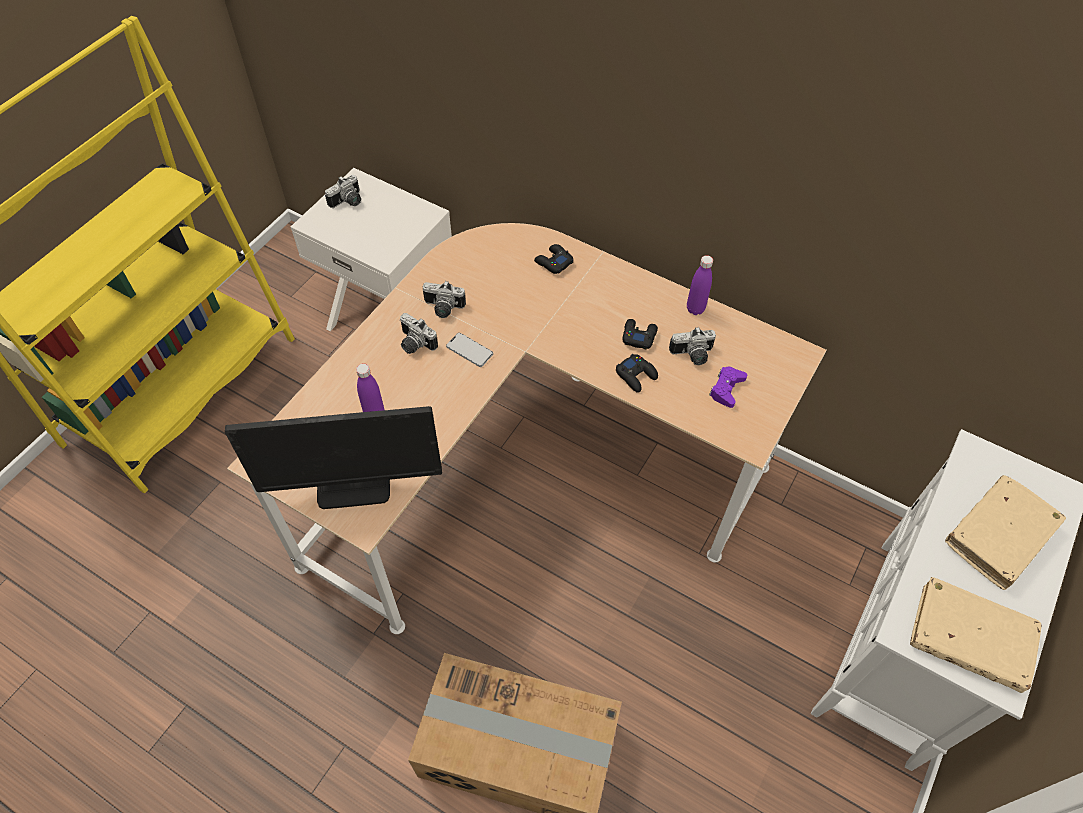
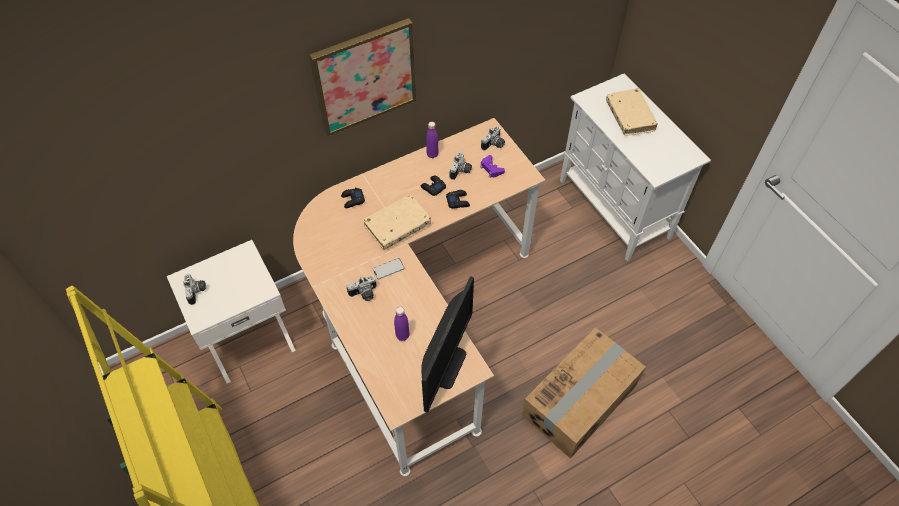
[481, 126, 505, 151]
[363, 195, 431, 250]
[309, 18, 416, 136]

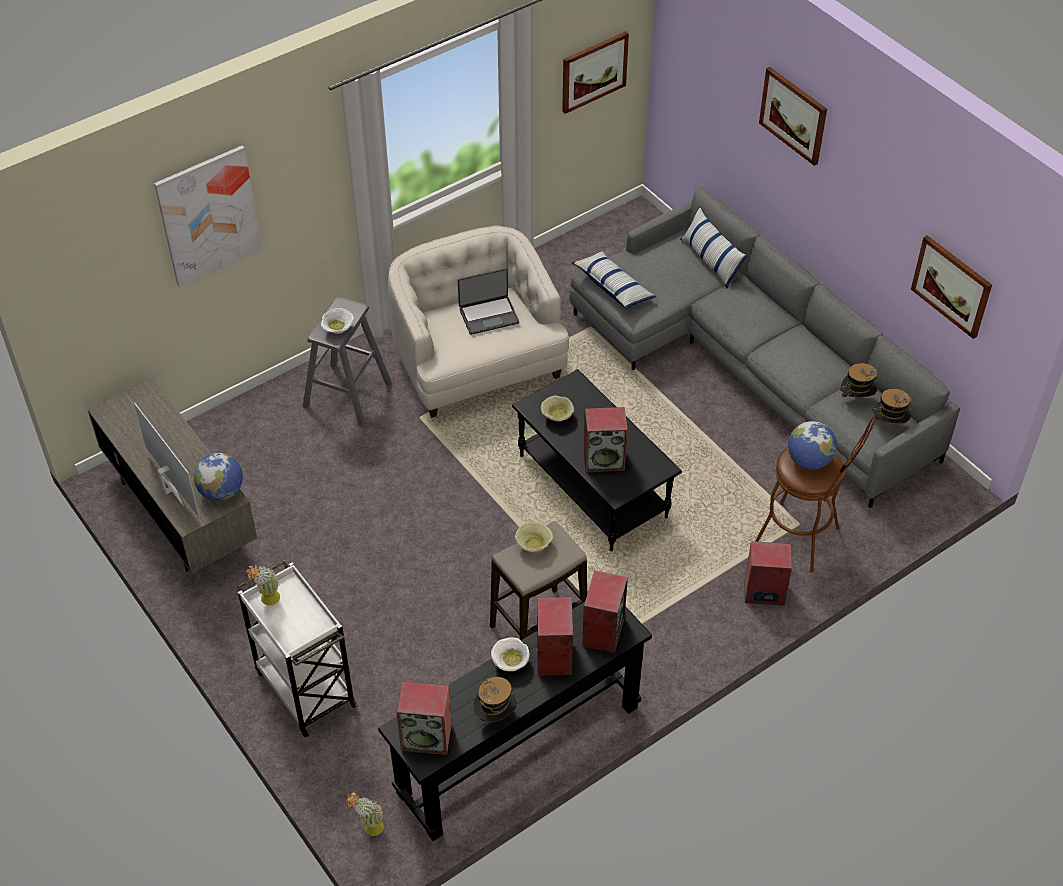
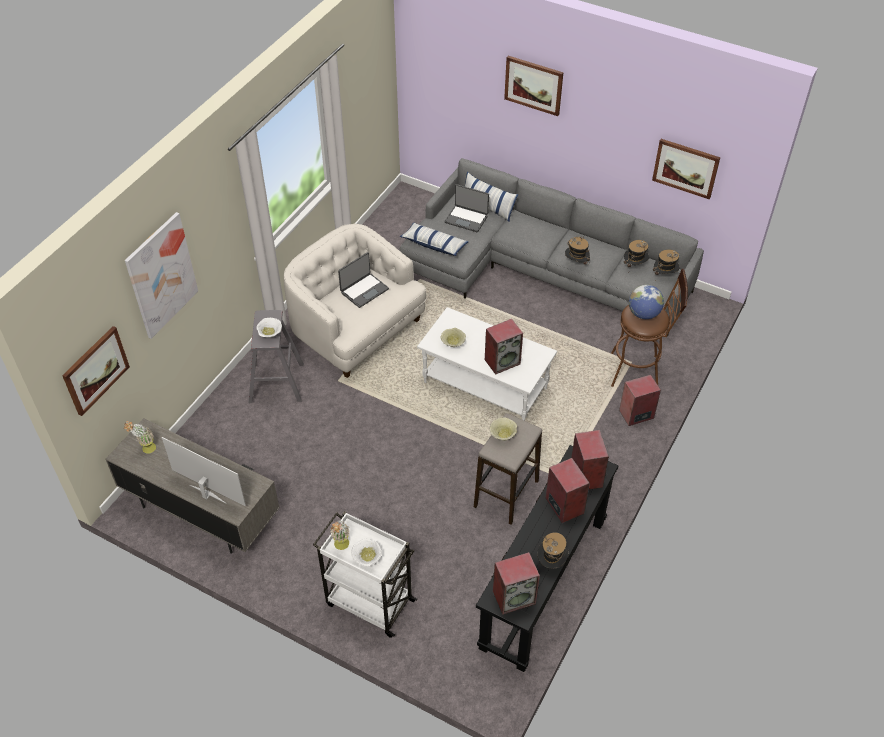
[62, 326, 130, 416]
[417, 307, 557, 421]
[194, 453, 243, 501] (first image)
[351, 539, 382, 566]
[124, 421, 156, 454]
[444, 184, 489, 232]
[565, 236, 590, 265]

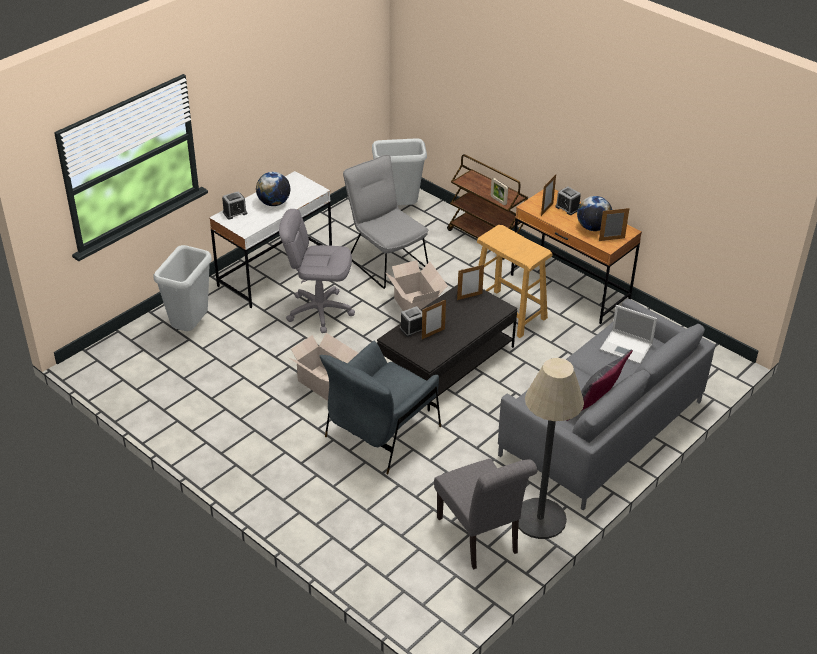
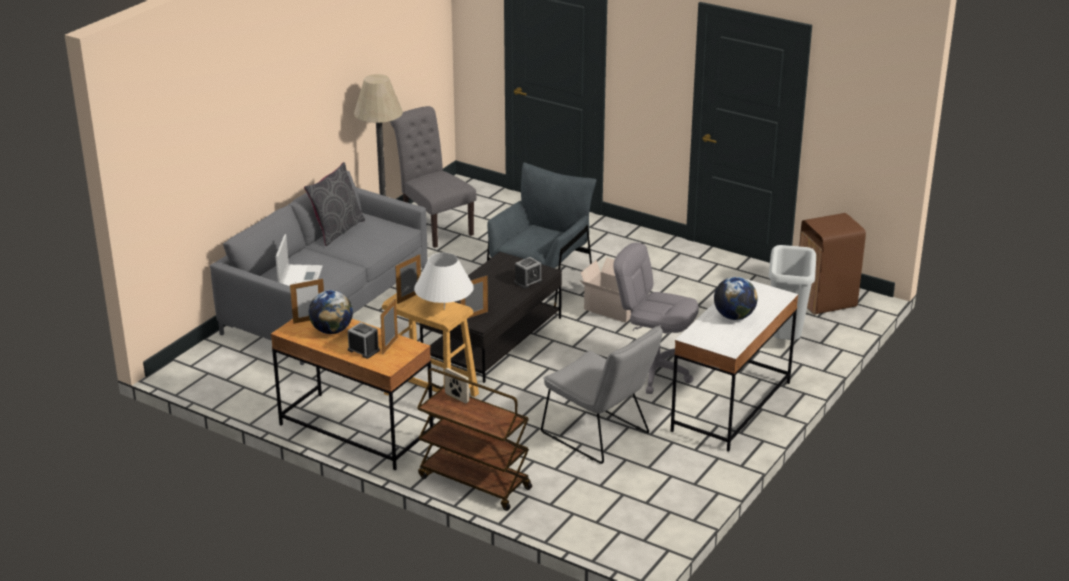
[372, 138, 427, 205] (first image)
[222, 191, 247, 220] (first image)
[613, 243, 699, 394]
[385, 260, 448, 311] (first image)
[395, 254, 421, 304]
[275, 234, 323, 286]
[799, 213, 866, 315]
[414, 253, 474, 310]

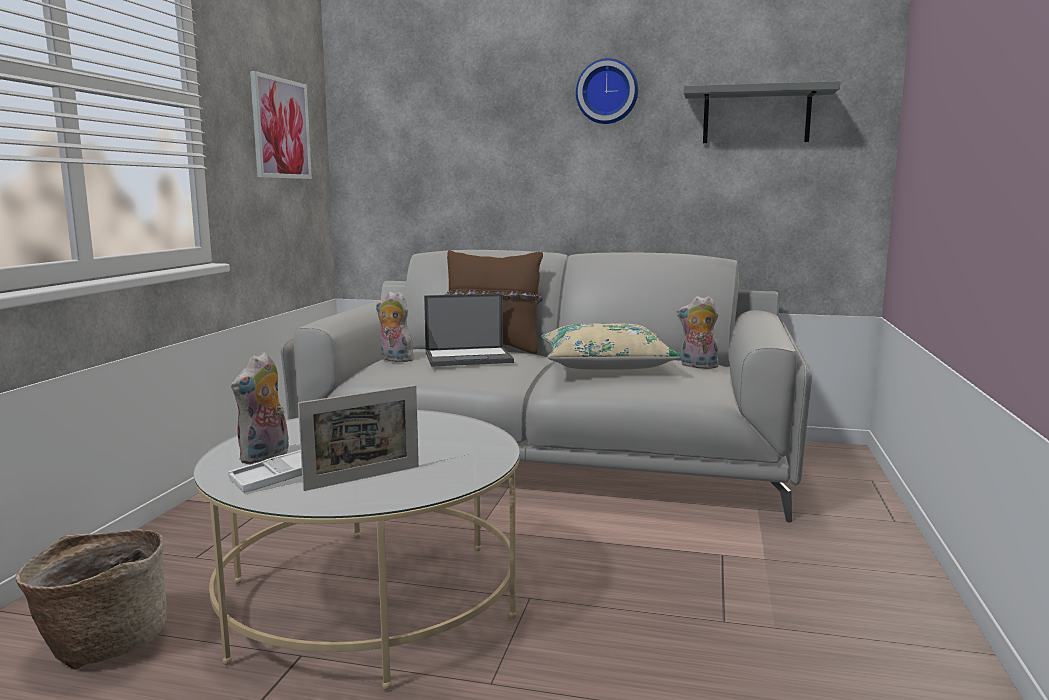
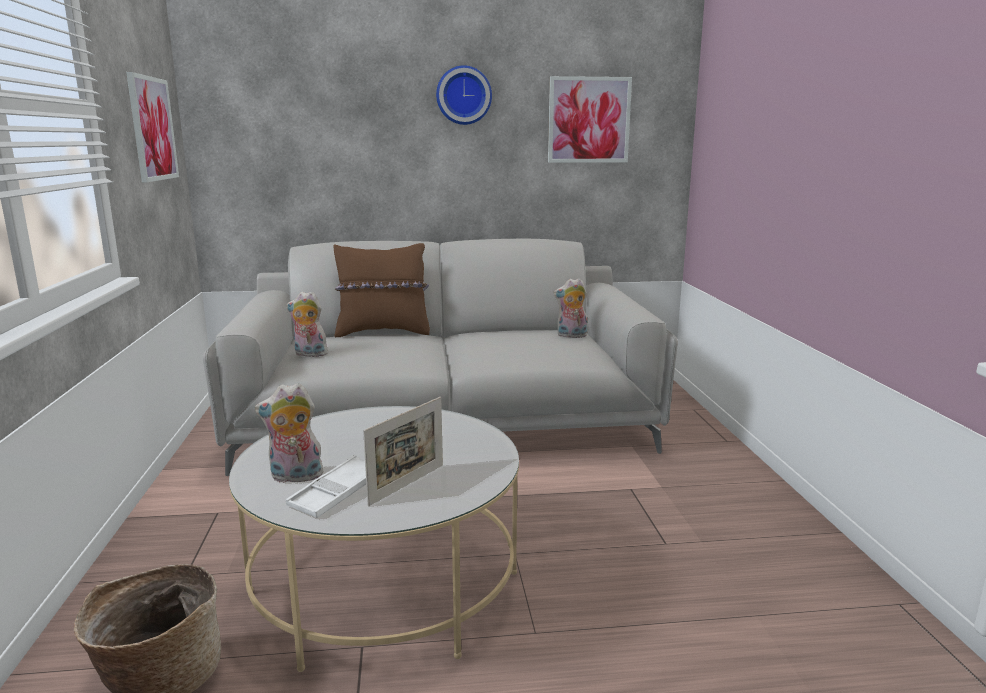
[548, 76, 632, 163]
[424, 293, 514, 367] (first image)
[541, 324, 682, 370] (first image)
[255, 383, 325, 483]

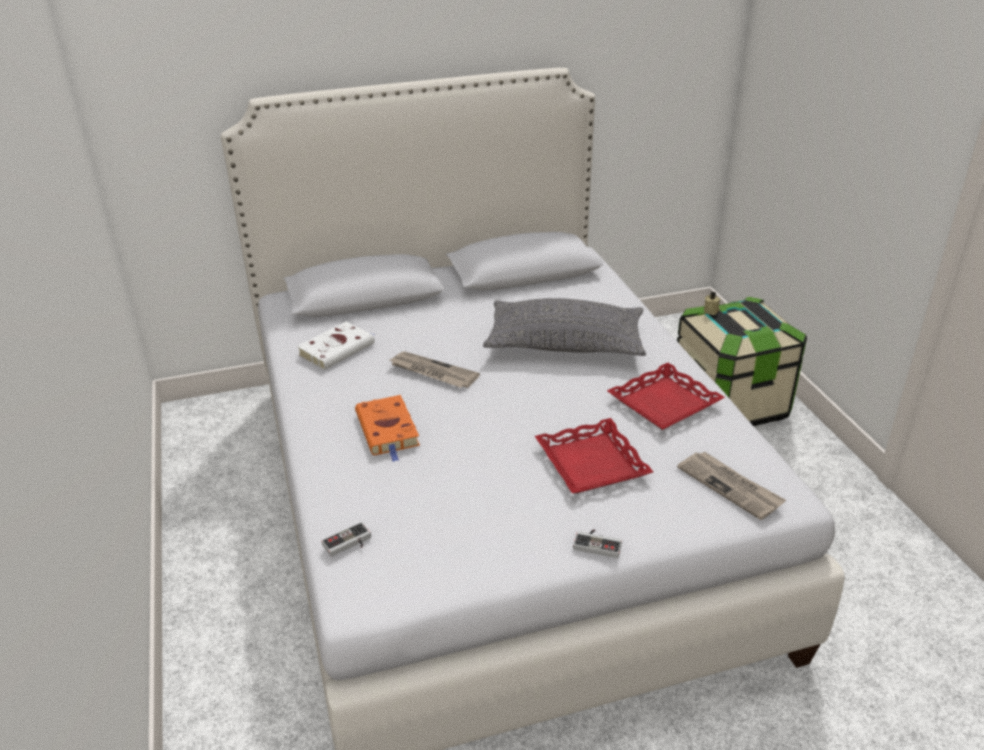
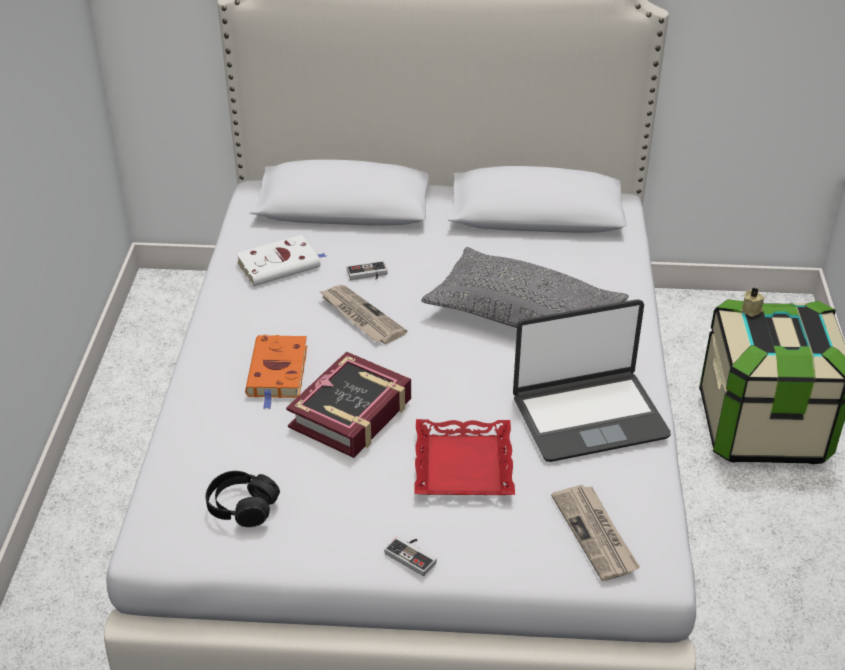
[513, 299, 671, 462]
[347, 261, 387, 280]
[286, 352, 411, 458]
[206, 471, 280, 527]

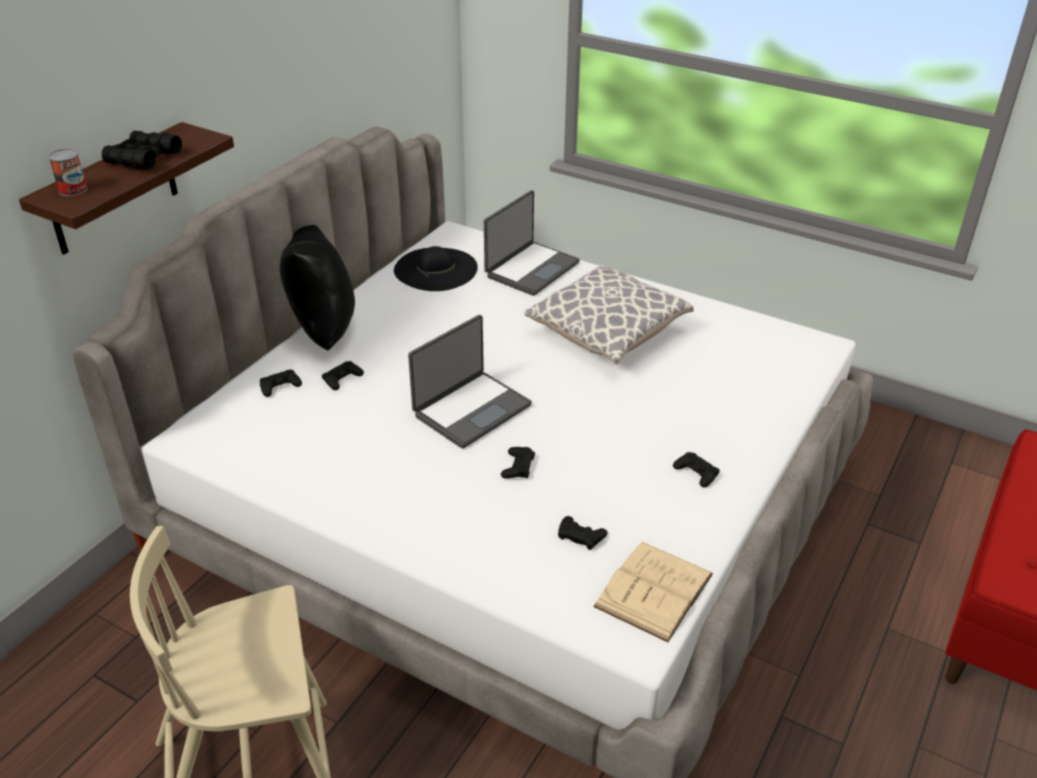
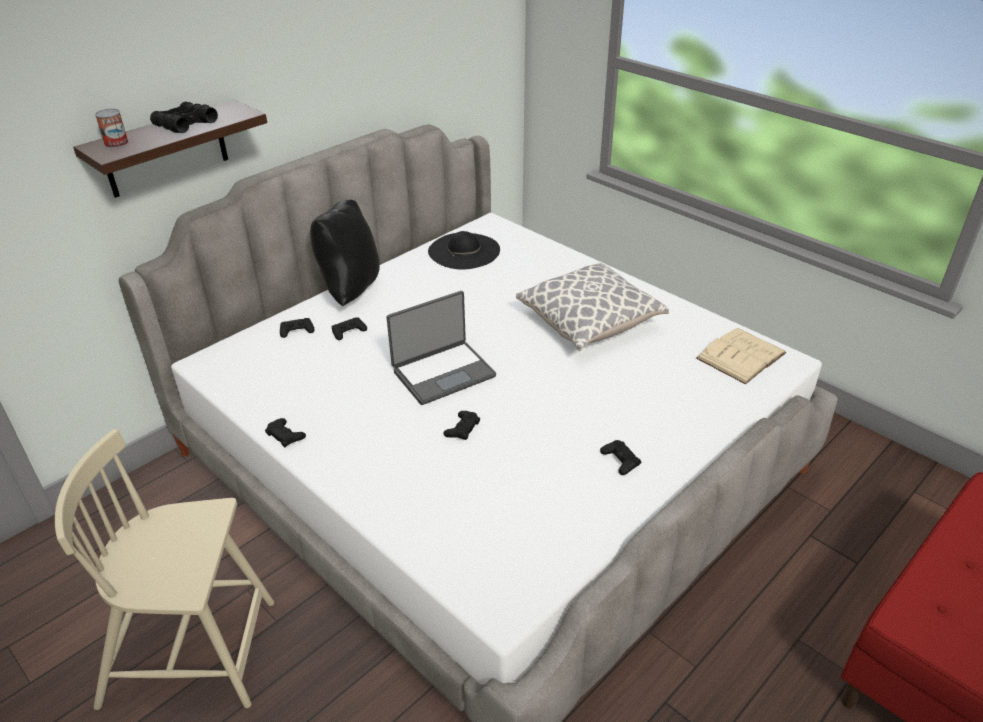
[484, 190, 580, 296] (first image)
[265, 418, 306, 447]
[696, 328, 787, 384]

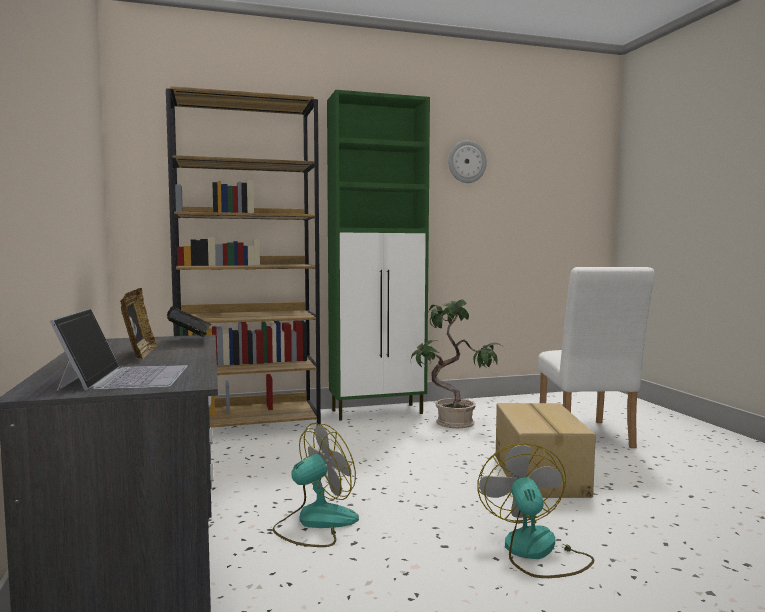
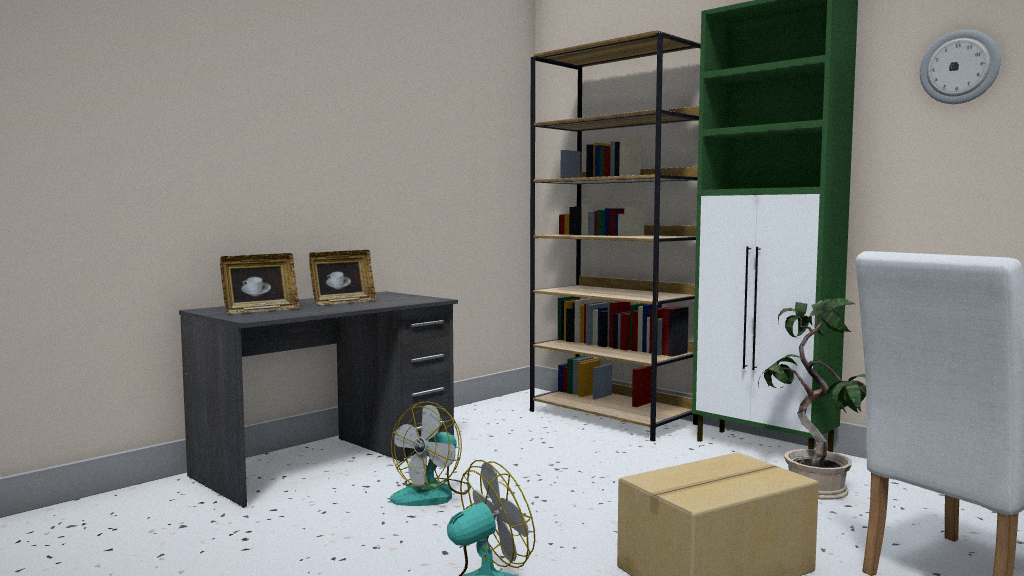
[167, 307, 212, 337] (first image)
[220, 253, 300, 314]
[390, 401, 471, 506]

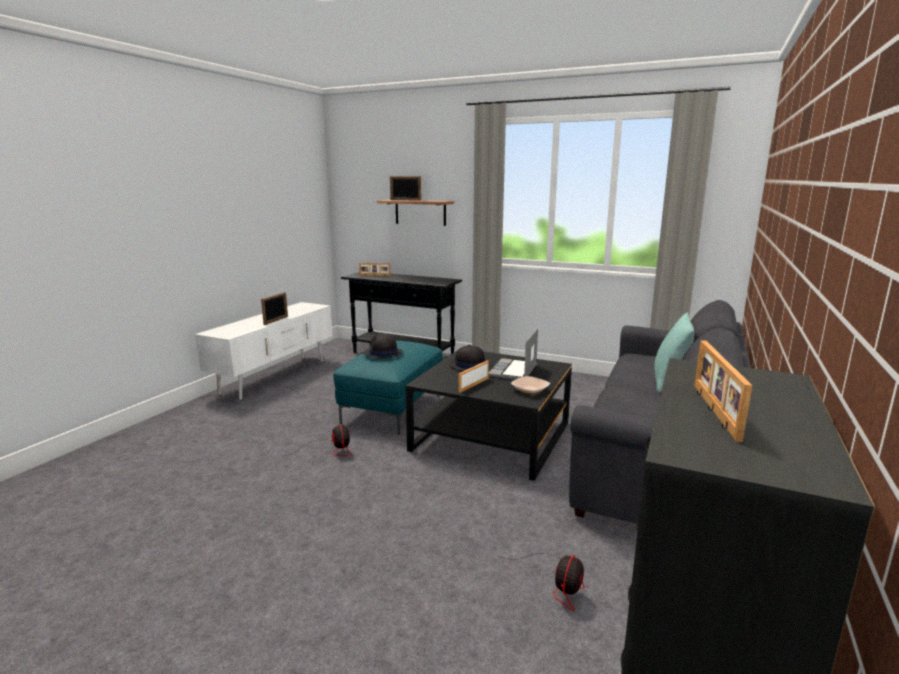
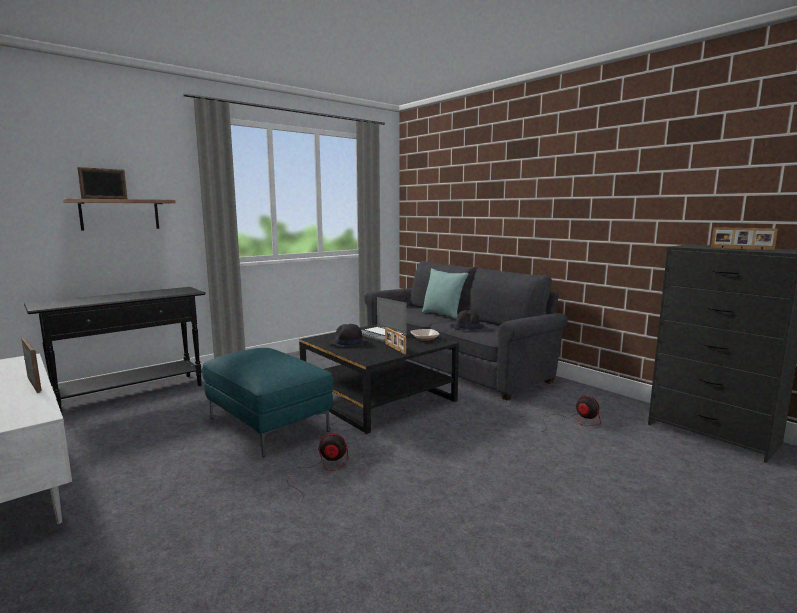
[359, 263, 390, 276] (first image)
[450, 310, 484, 330]

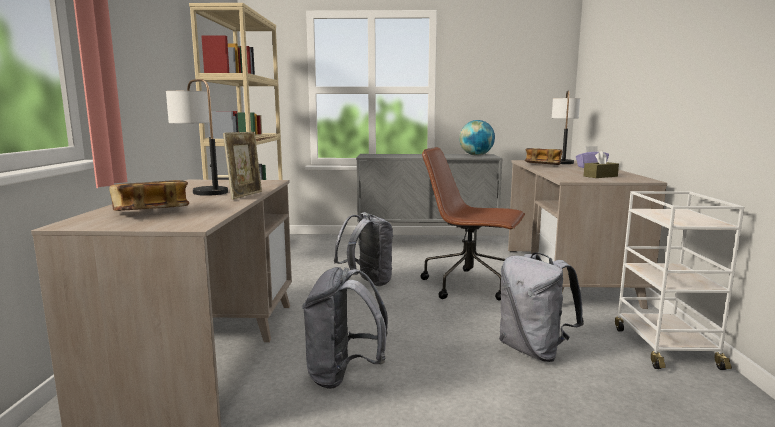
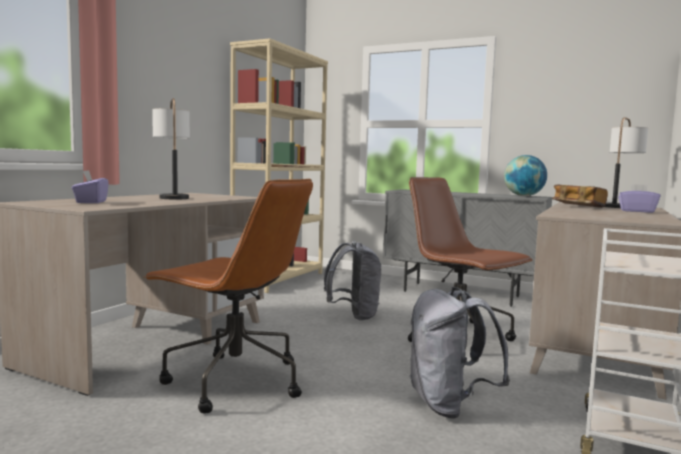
[223, 132, 262, 200] (first image)
[584, 151, 619, 178] (first image)
[72, 170, 109, 203]
[143, 179, 313, 413]

